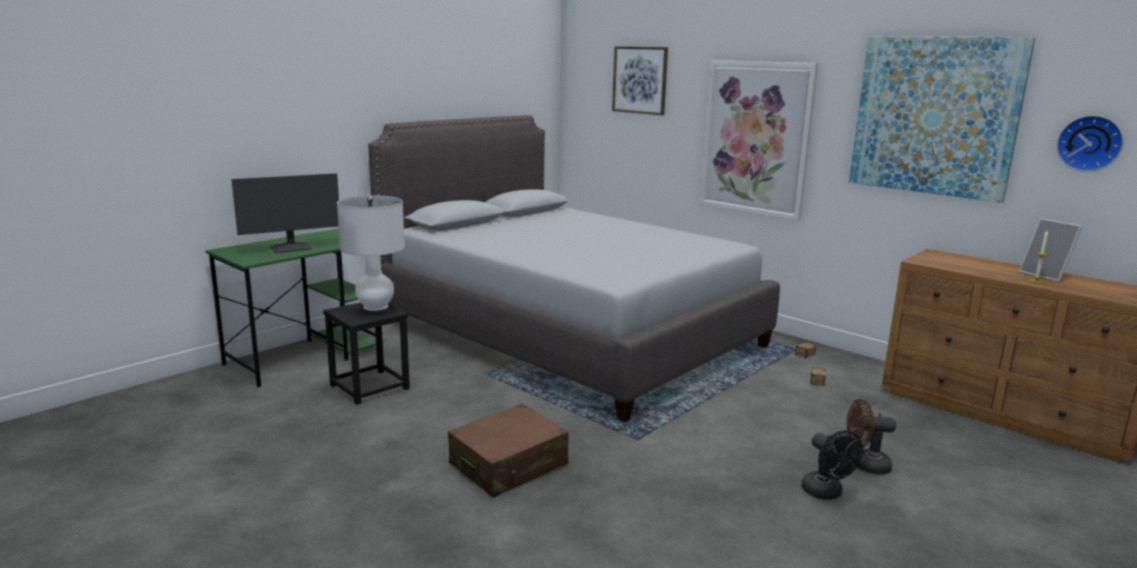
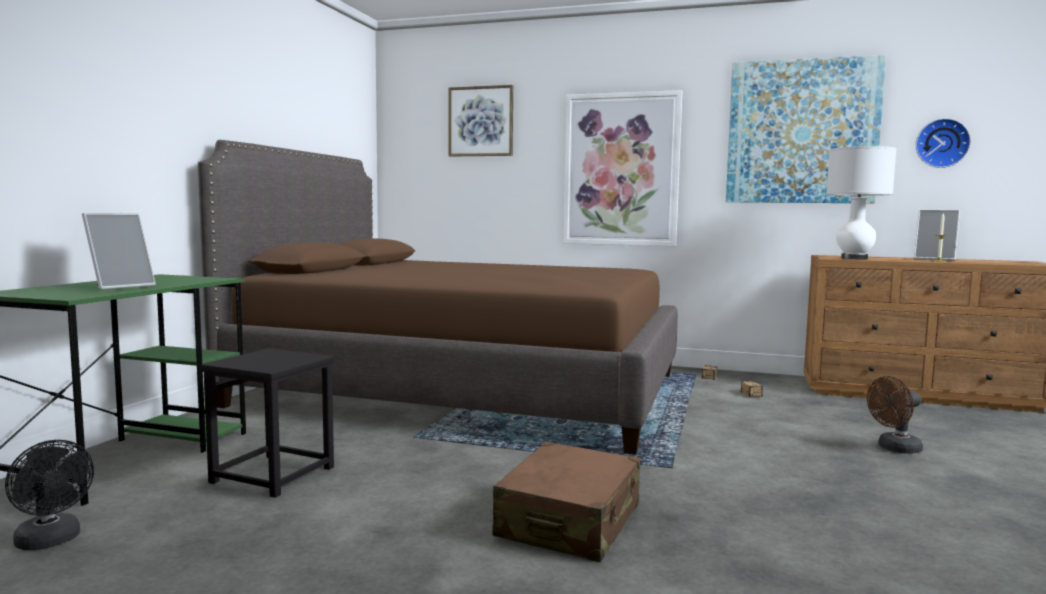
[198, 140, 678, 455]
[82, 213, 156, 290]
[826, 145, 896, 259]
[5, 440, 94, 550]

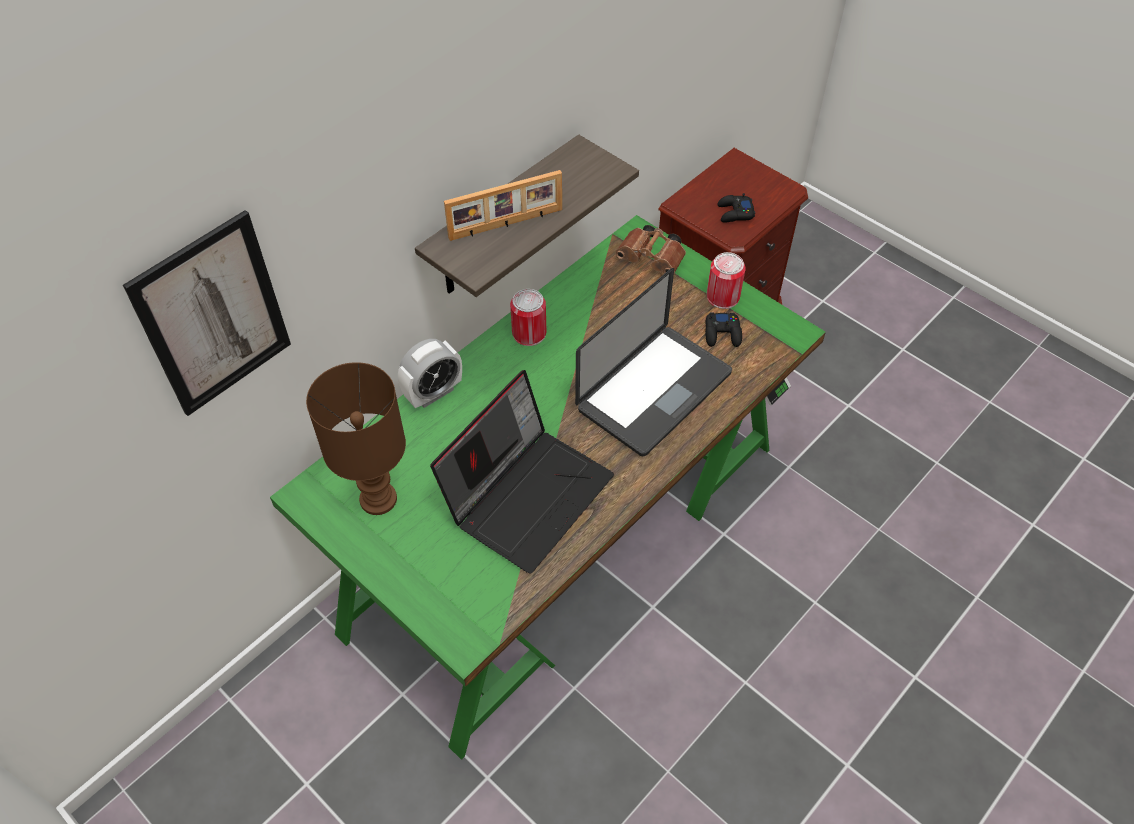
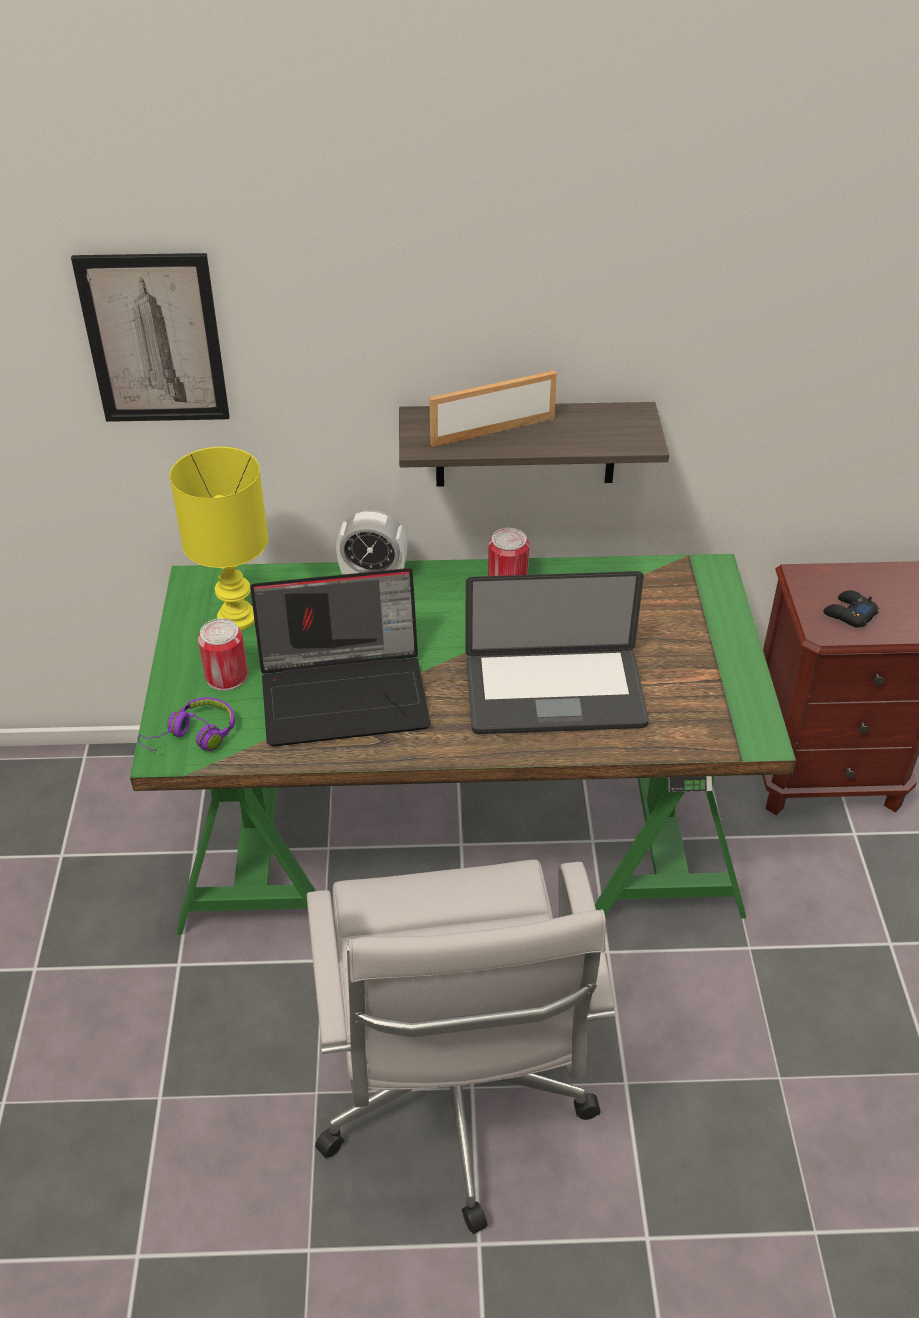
[429, 370, 557, 447]
[615, 225, 686, 274] (first image)
[198, 618, 248, 691]
[705, 312, 742, 347] (first image)
[170, 447, 268, 630]
[138, 697, 235, 751]
[307, 860, 615, 1234]

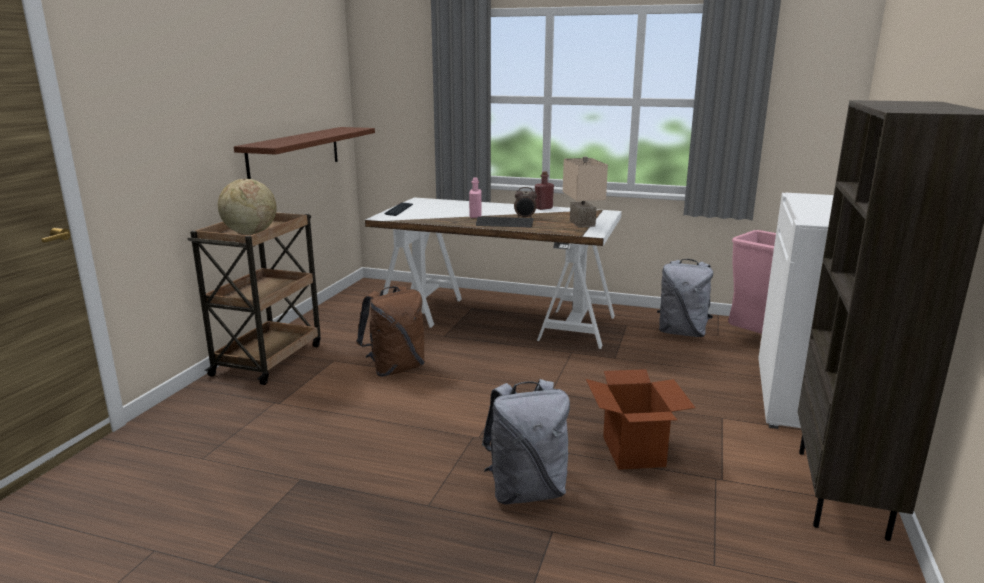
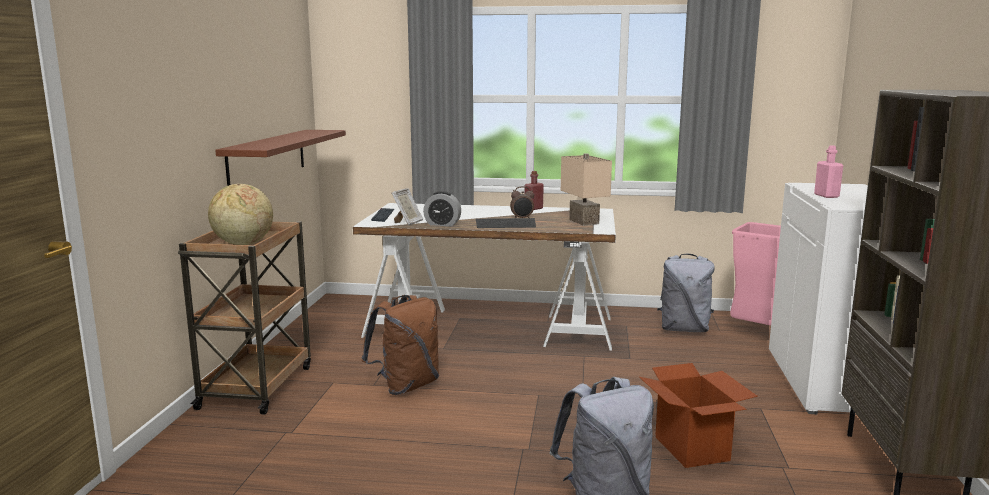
[814, 145, 843, 198]
[391, 188, 423, 226]
[423, 191, 461, 226]

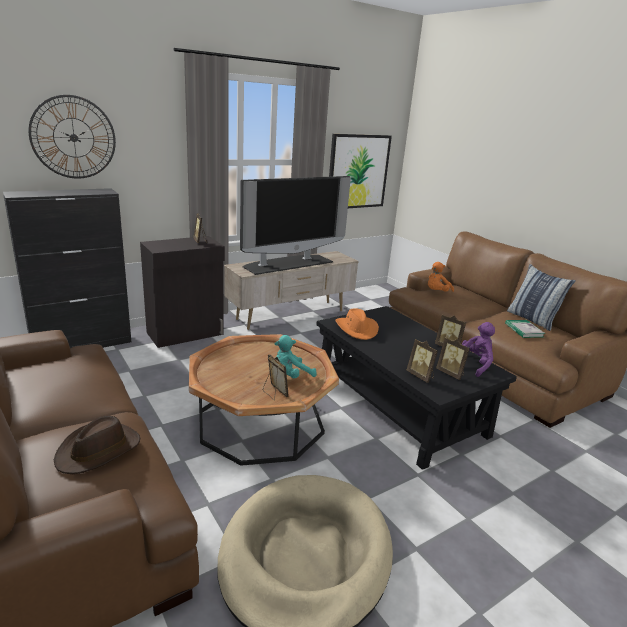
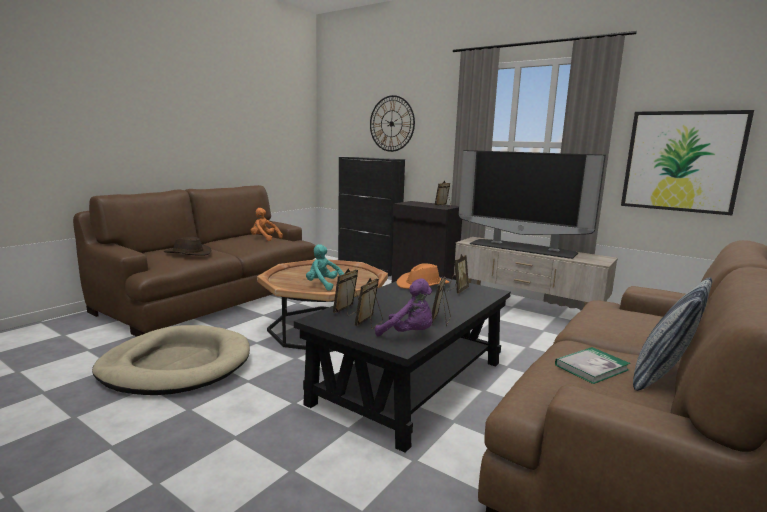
[251, 208, 283, 241]
[448, 254, 469, 293]

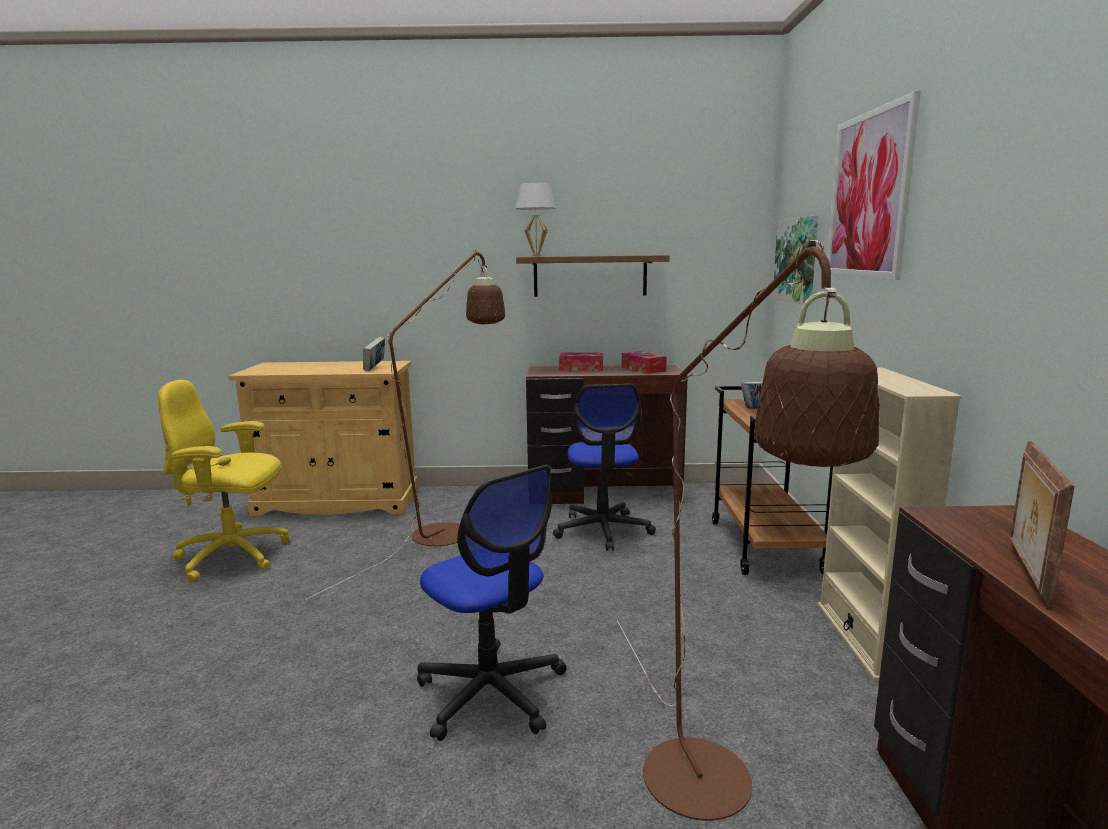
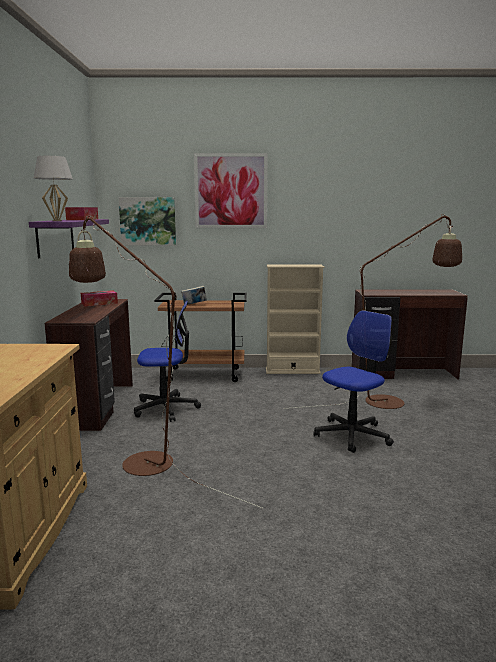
[29, 219, 109, 259]
[363, 337, 385, 371] (first image)
[65, 207, 98, 220]
[158, 380, 290, 582] (first image)
[1010, 441, 1075, 610] (first image)

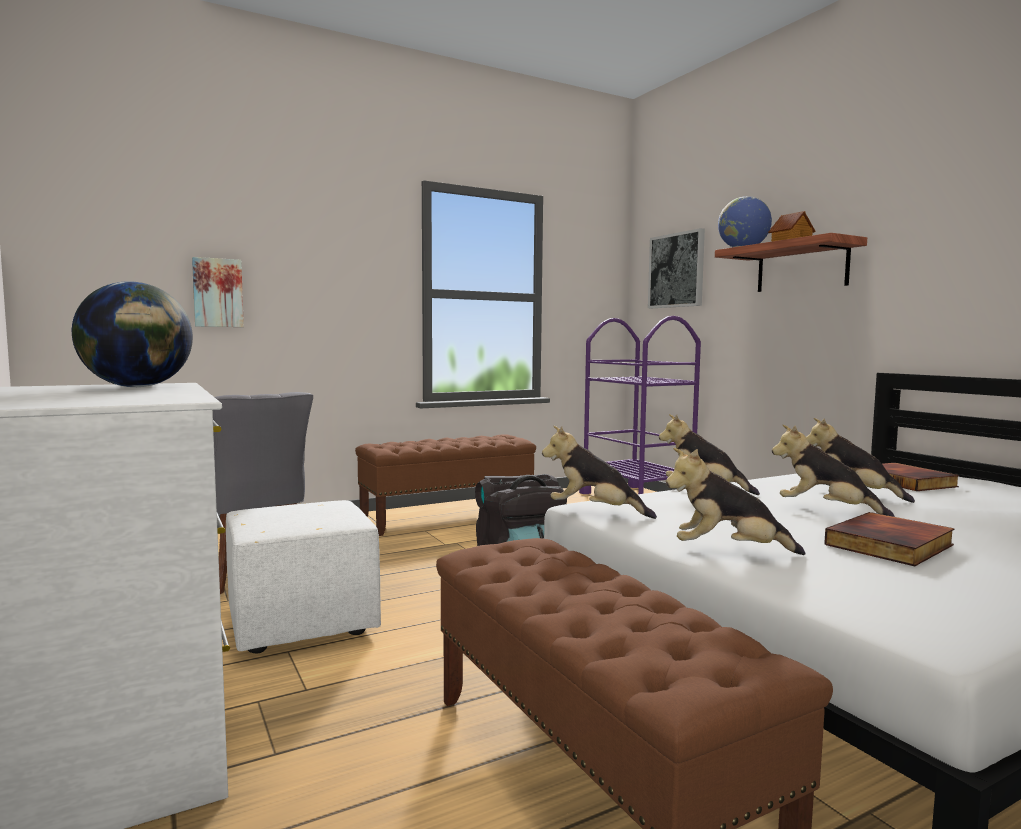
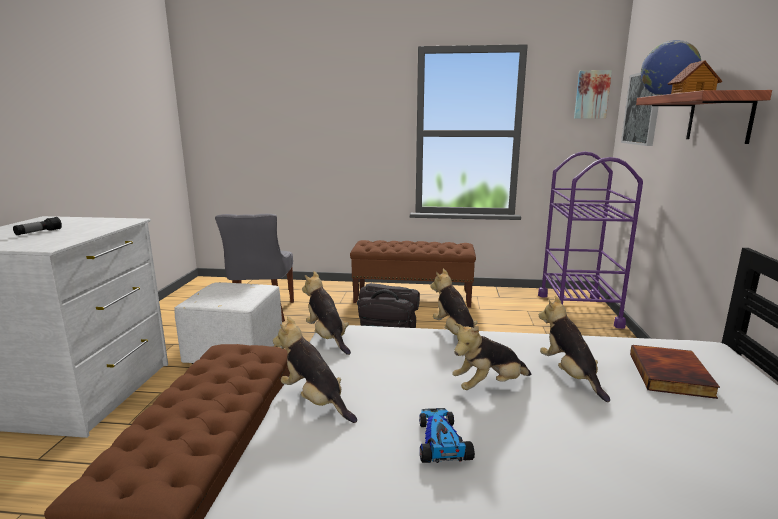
[574, 70, 612, 119]
[72, 281, 193, 387] (first image)
[452, 323, 531, 390]
[419, 408, 475, 463]
[13, 217, 62, 235]

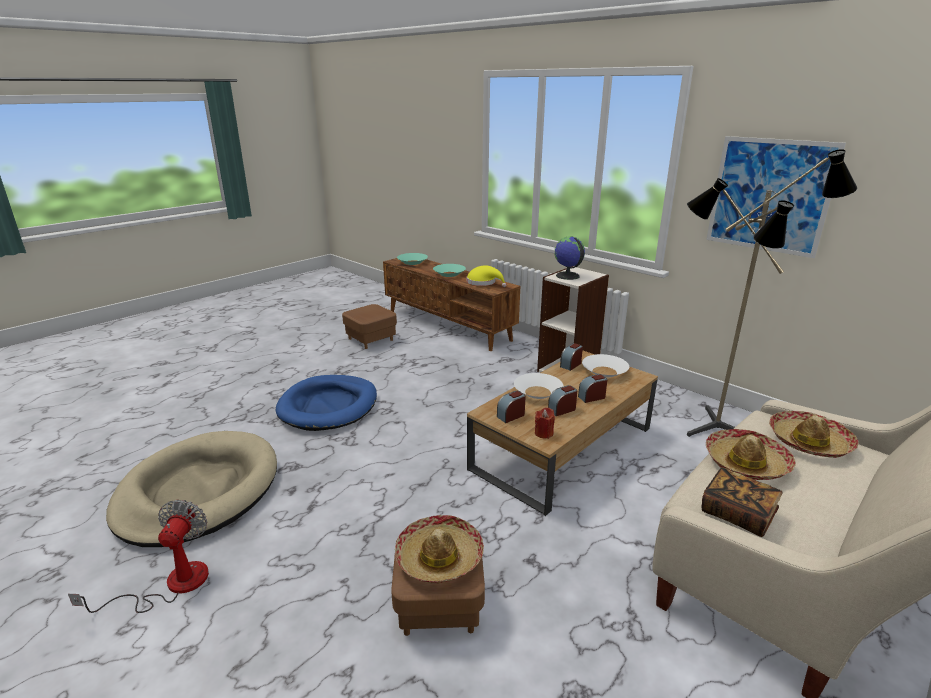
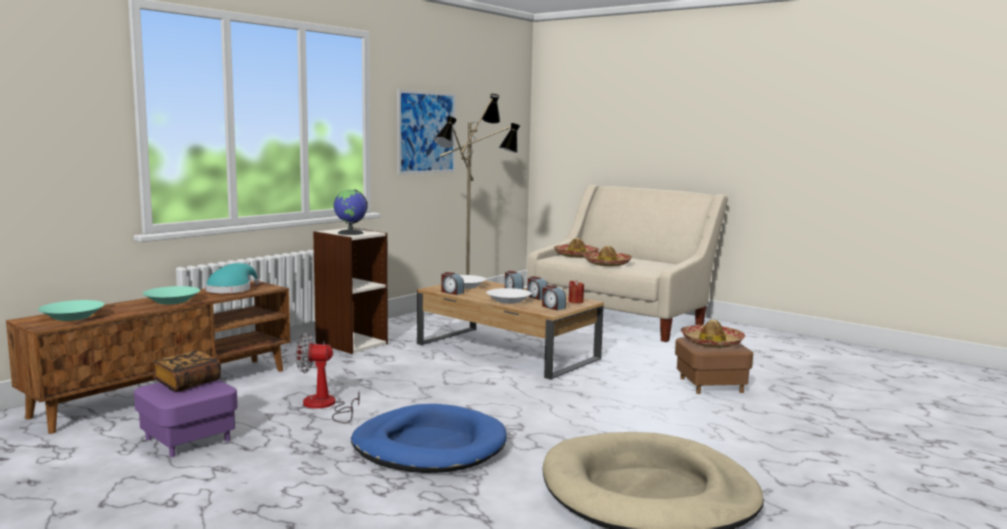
[205, 263, 260, 294]
[134, 380, 238, 457]
[152, 350, 221, 392]
[296, 333, 360, 423]

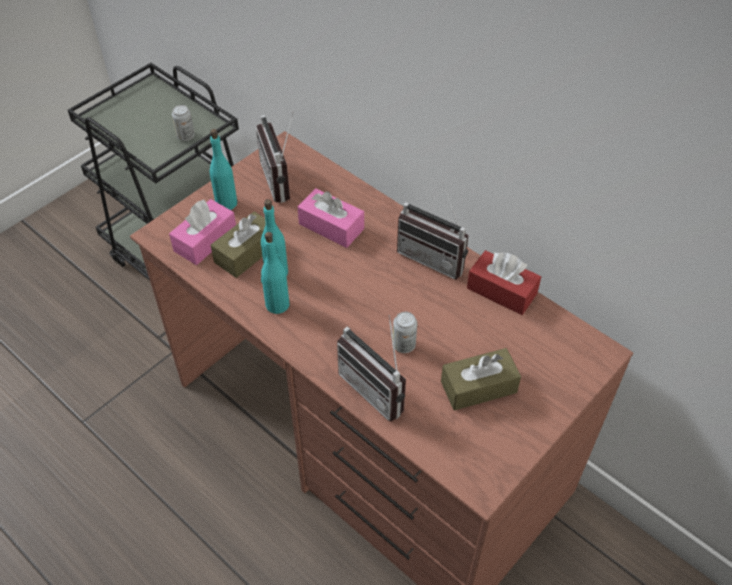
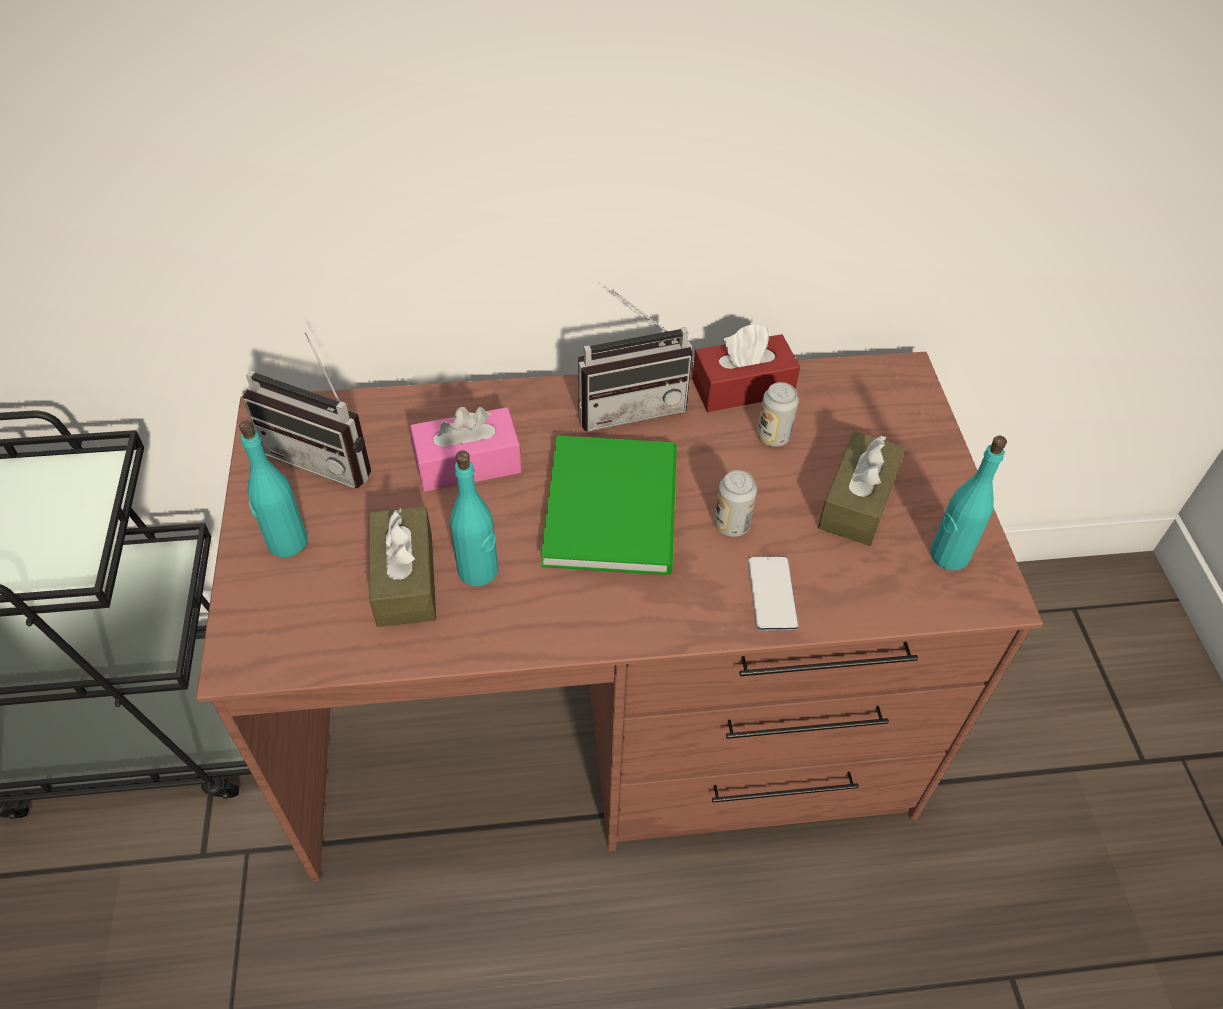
[757, 382, 799, 447]
[169, 199, 236, 265] (first image)
[930, 436, 1007, 570]
[748, 556, 799, 631]
[541, 435, 677, 575]

